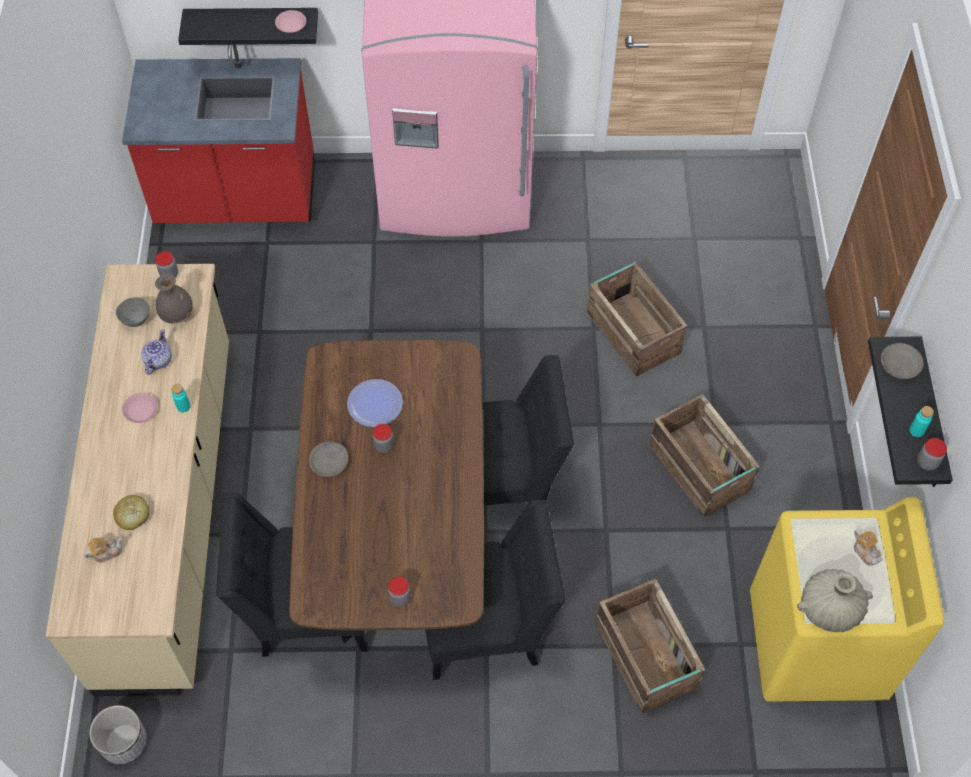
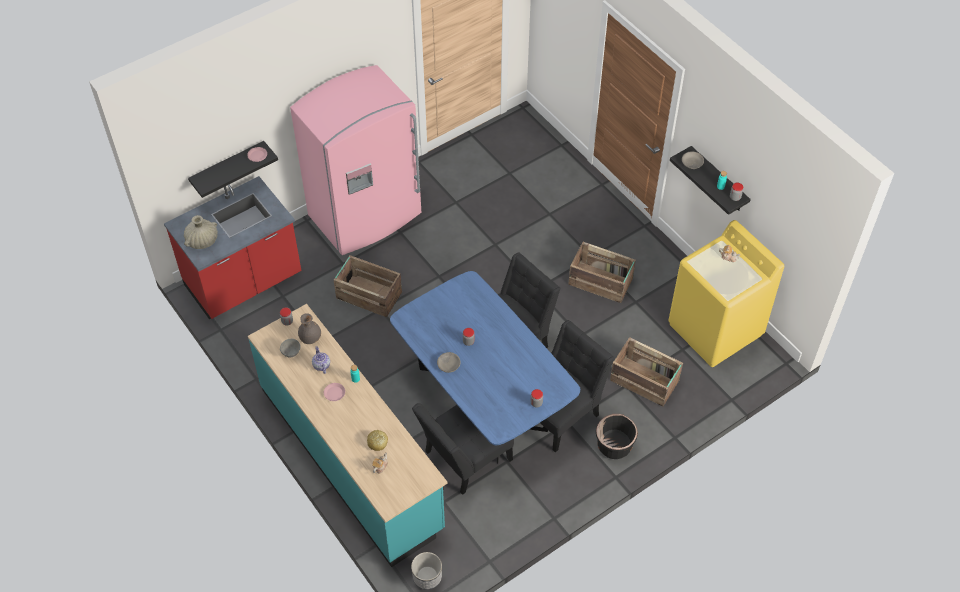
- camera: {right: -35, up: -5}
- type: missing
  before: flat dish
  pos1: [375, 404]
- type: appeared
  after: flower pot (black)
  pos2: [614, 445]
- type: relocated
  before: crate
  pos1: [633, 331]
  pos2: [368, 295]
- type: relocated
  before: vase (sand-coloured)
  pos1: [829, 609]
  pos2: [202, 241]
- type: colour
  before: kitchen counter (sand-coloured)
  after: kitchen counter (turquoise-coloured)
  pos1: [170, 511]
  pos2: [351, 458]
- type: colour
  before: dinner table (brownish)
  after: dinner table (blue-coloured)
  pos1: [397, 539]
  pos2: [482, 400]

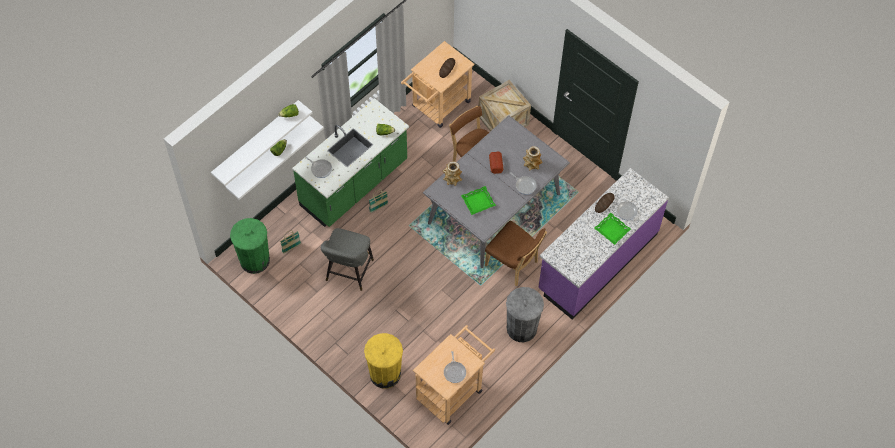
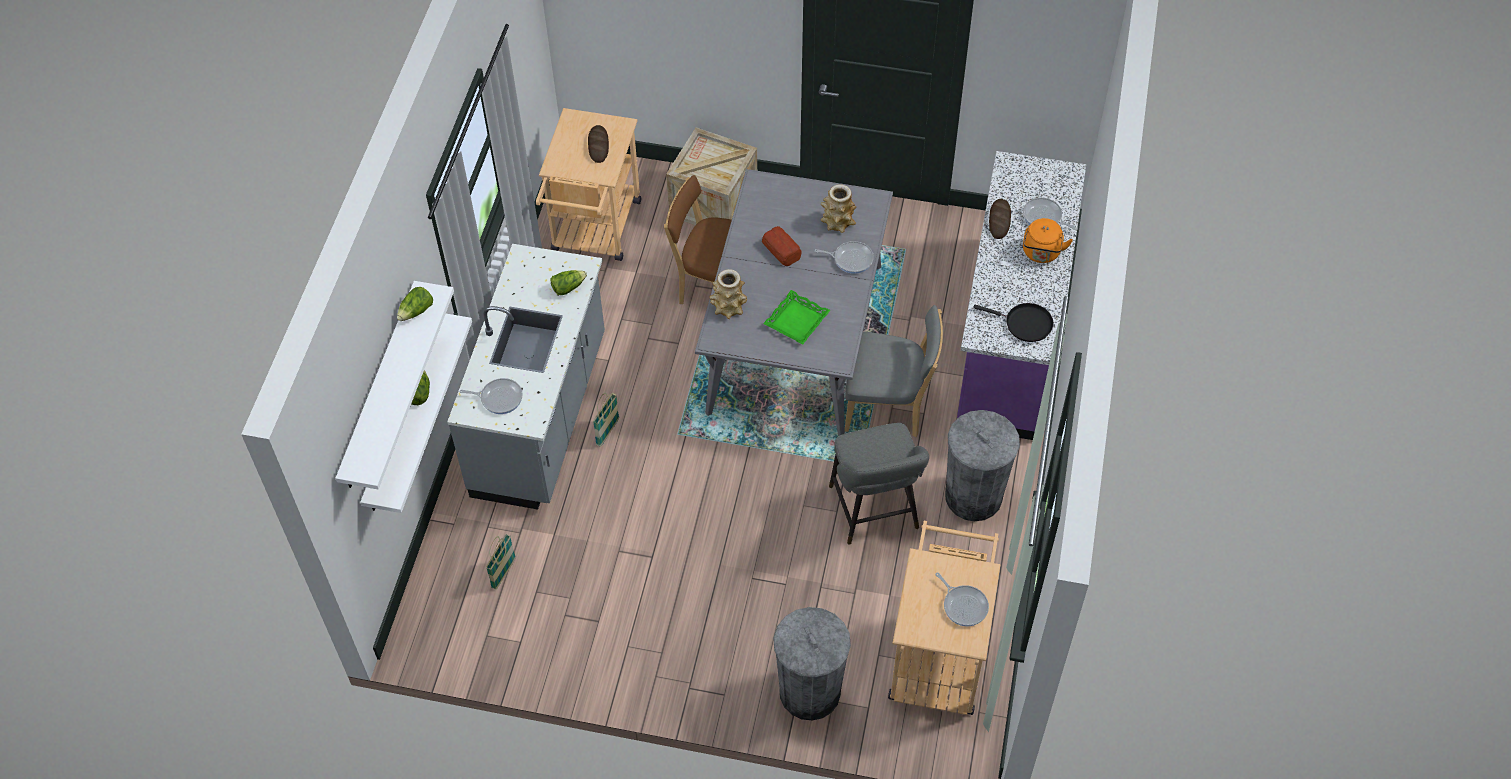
- camera: {right: -30, up: -5}
- type: missing
  before: trash can (green)
  pos1: [254, 260]
- type: appeared
  after: frying pan (black)
  pos2: [1025, 324]
- type: relocated
  before: sitting stool (greyish)
  pos1: [348, 272]
  pos2: [875, 512]
- type: exchanged
  before: serving tray (green)
  after: kettle (orangey)
  pos1: [611, 230]
  pos2: [1041, 253]
- type: colour
  before: kitchen counter (green)
  after: kitchen counter (greyish)
  pos1: [354, 184]
  pos2: [542, 416]
- type: colour
  before: trash can (yellow-coloured)
  after: trash can (greyish)
  pos1: [385, 374]
  pos2: [809, 692]
- type: colour
  before: chair (brownish)
  after: chair (greyish)
  pos1: [513, 265]
  pos2: [888, 407]

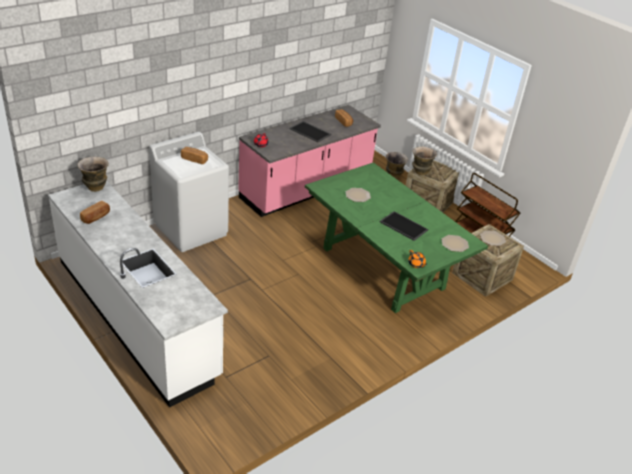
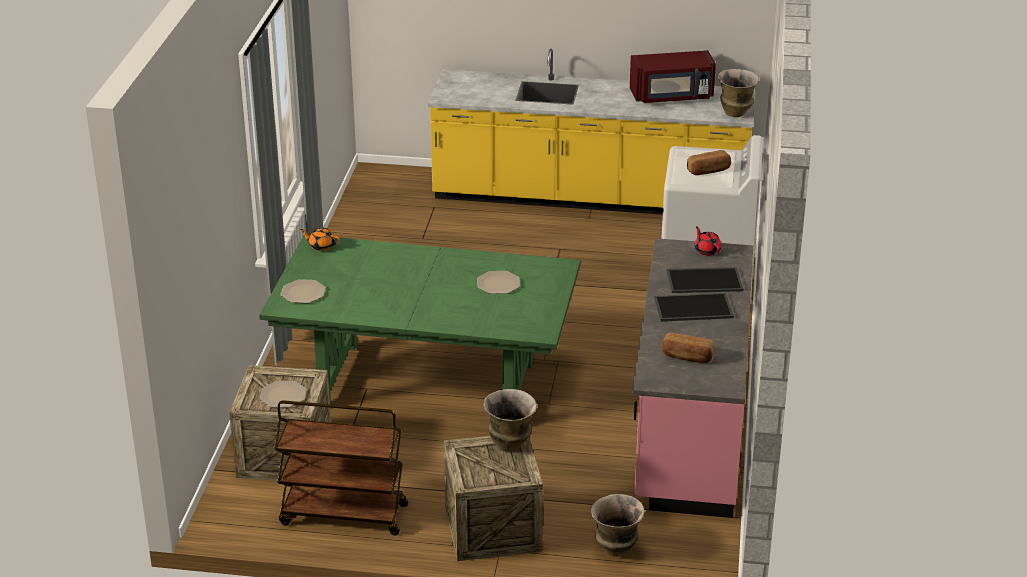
- camera: {right: 140, up: -5}
- type: relocated
  before: serving tray
  pos1: [402, 226]
  pos2: [705, 280]
- type: exchanged
  before: baked bread
  after: microwave (red-coloured)
  pos1: [96, 217]
  pos2: [672, 96]
- type: colour
  before: kitchen counter (whitish)
  after: kitchen counter (yellow-coloured)
  pos1: [136, 316]
  pos2: [590, 198]

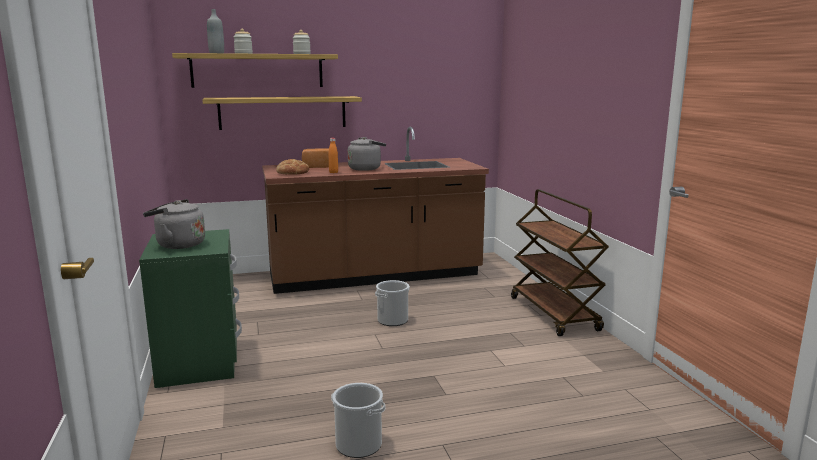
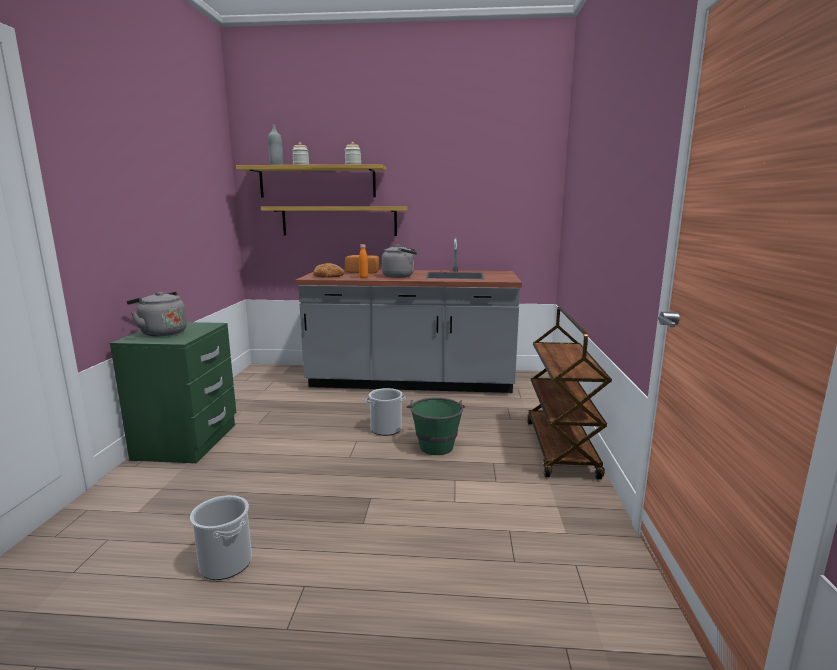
- camera: {right: 20, up: 0}
- type: appeared
  after: bucket (green)
  pos2: [435, 443]
- type: colour
  before: kitchen counter (brownish)
  after: kitchen counter (greyish)
  pos1: [375, 276]
  pos2: [411, 381]

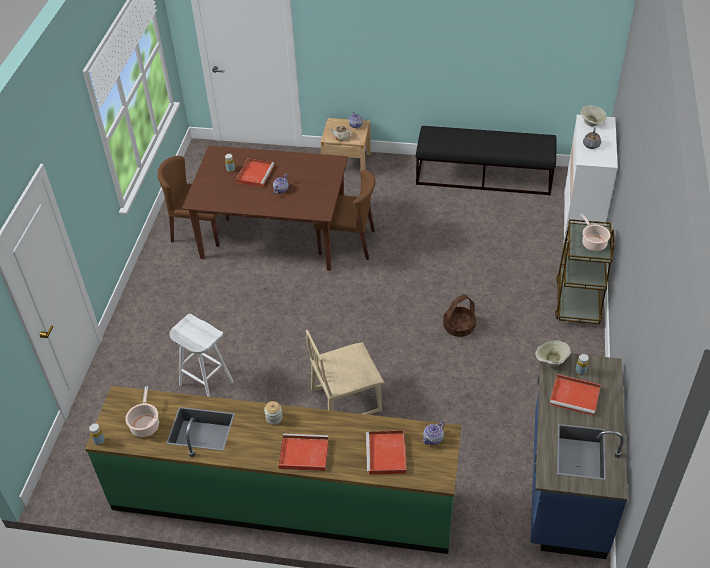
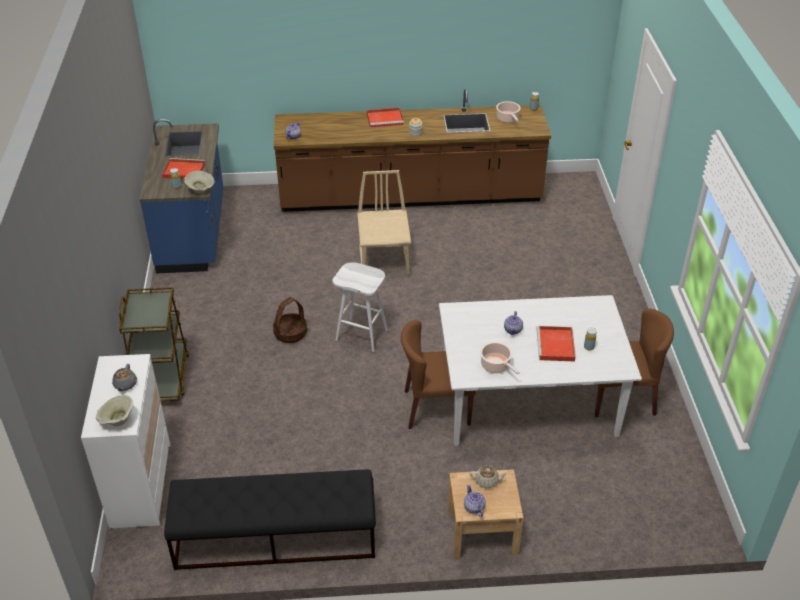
- camera: {right: 165, up: -5}
- type: missing
  before: serving tray (red-coloured)
  pos1: [387, 455]
- type: relocated
  before: sitting stool (whitish)
  pos1: [205, 383]
  pos2: [362, 334]
- type: relocated
  before: saucepot
  pos1: [593, 243]
  pos2: [496, 366]
- type: colour
  before: kitchen counter (green)
  after: kitchen counter (brownish)
  pos1: [283, 499]
  pos2: [410, 197]
- type: colour
  before: dinner table (brownish)
  after: dinner table (whitish)
  pos1: [273, 236]
  pos2: [528, 402]
- type: spun
  before: chair (sand-coloured)
  pos1: [346, 400]
  pos2: [384, 260]
  turn: -60

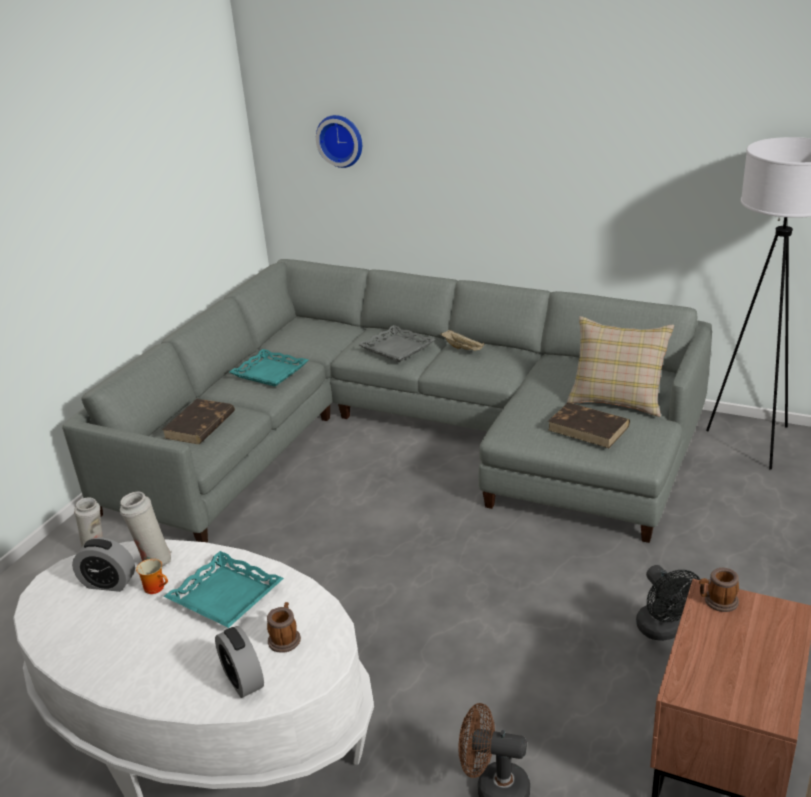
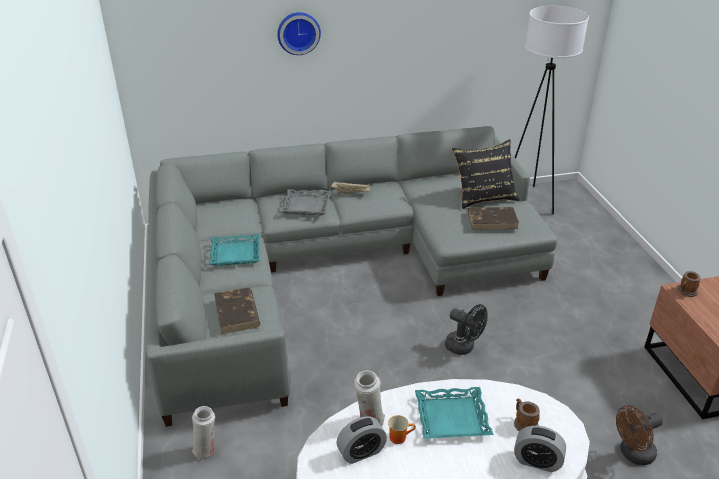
- camera: {right: -40, up: 5}
- type: relocated
  before: hanging clock
  pos1: [341, 140]
  pos2: [298, 32]
- type: relocated
  before: cooling fan (black)
  pos1: [663, 631]
  pos2: [464, 347]
- type: colour
  before: cushion (sand-coloured)
  after: cushion (black)
  pos1: [617, 398]
  pos2: [484, 196]

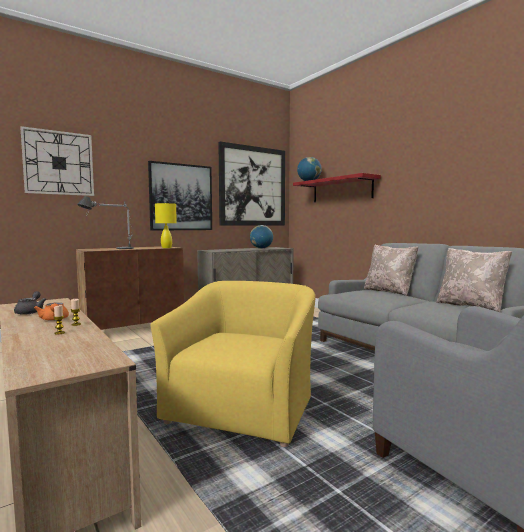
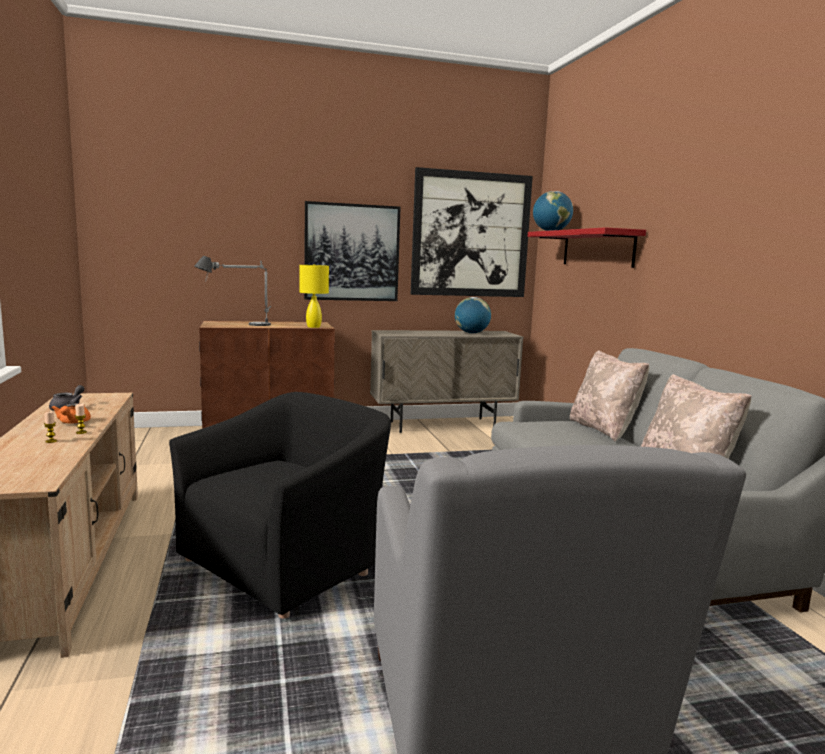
- camera: {right: 20, up: 5}
- type: missing
  before: hanging clock
  pos1: [59, 163]
- type: colour
  before: lounge chair (yellow-coloured)
  after: lounge chair (black)
  pos1: [242, 409]
  pos2: [286, 562]

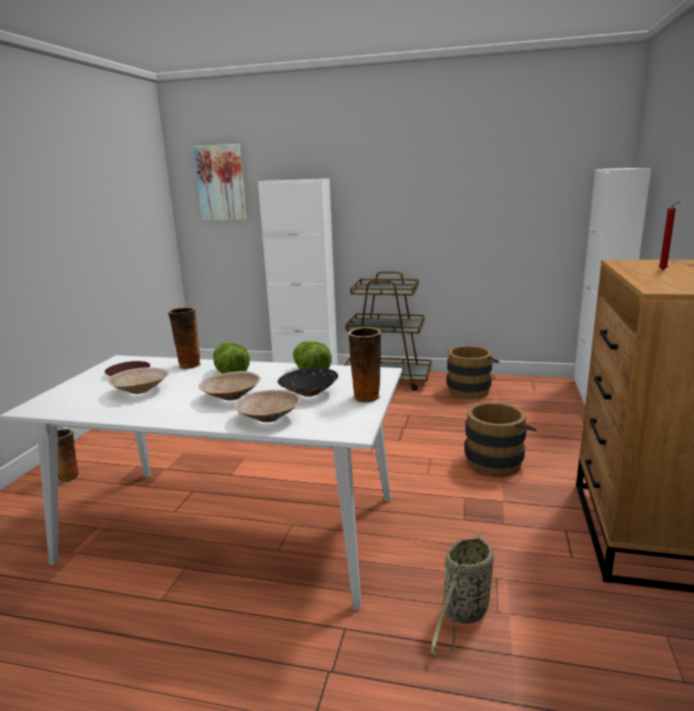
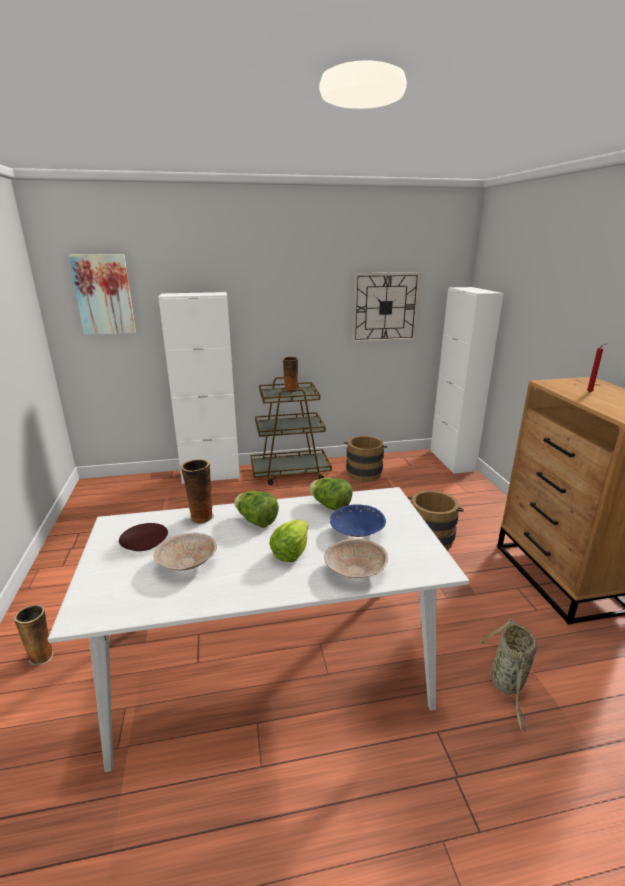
- camera: {right: -25, up: 5}
- type: appeared
  after: hanging clock
  pos2: [385, 307]
- type: relocated
  before: vase
  pos1: [366, 398]
  pos2: [291, 391]
- type: exchanged
  before: deep dish (sand-coloured)
  after: lettuce head
  pos1: [230, 397]
  pos2: [291, 552]
- type: colour
  before: deep dish (black)
  after: deep dish (blue-coloured)
  pos1: [308, 393]
  pos2: [356, 532]

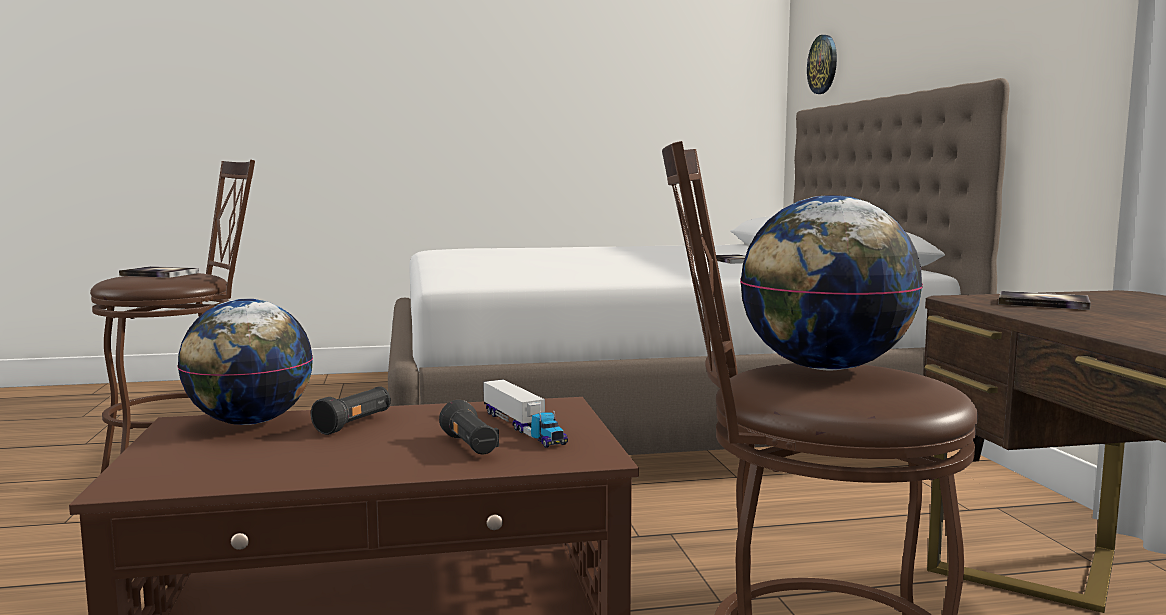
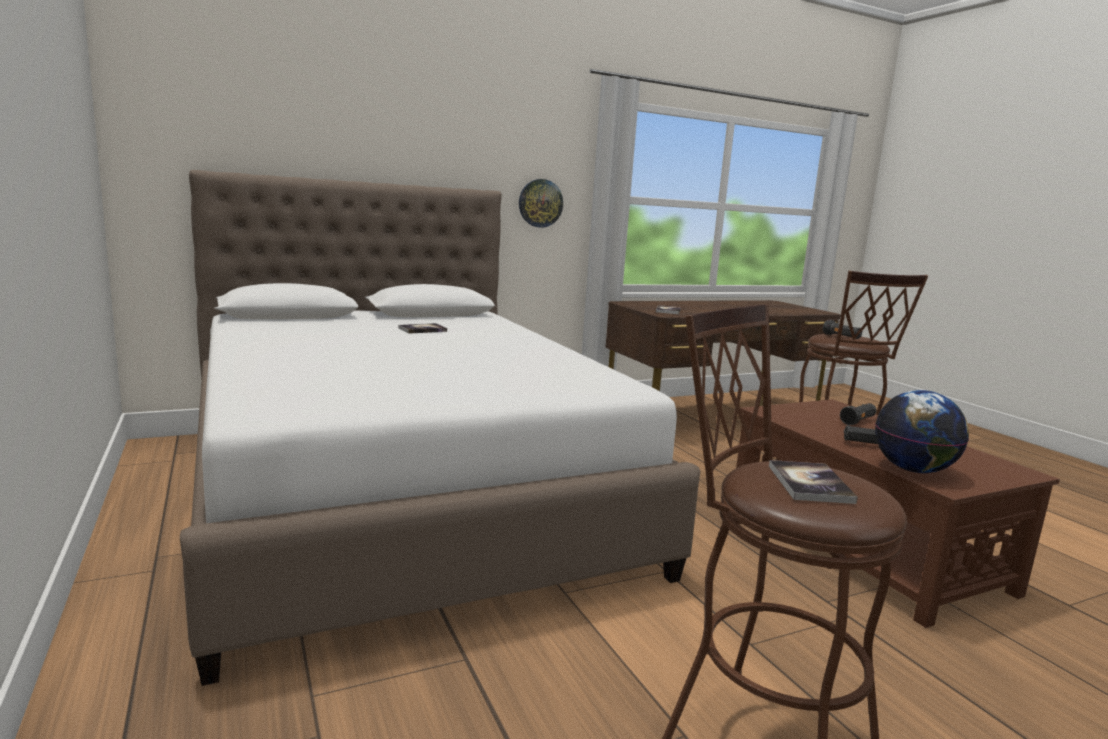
- camera: {right: -105, up: 5}
- type: missing
  before: toy truck
  pos1: [523, 428]
- type: relocated
  before: hanging clock
  pos1: [823, 64]
  pos2: [540, 203]
- type: exchanged
  before: desk globe
  after: torch (black)
  pos1: [824, 368]
  pos2: [841, 337]

